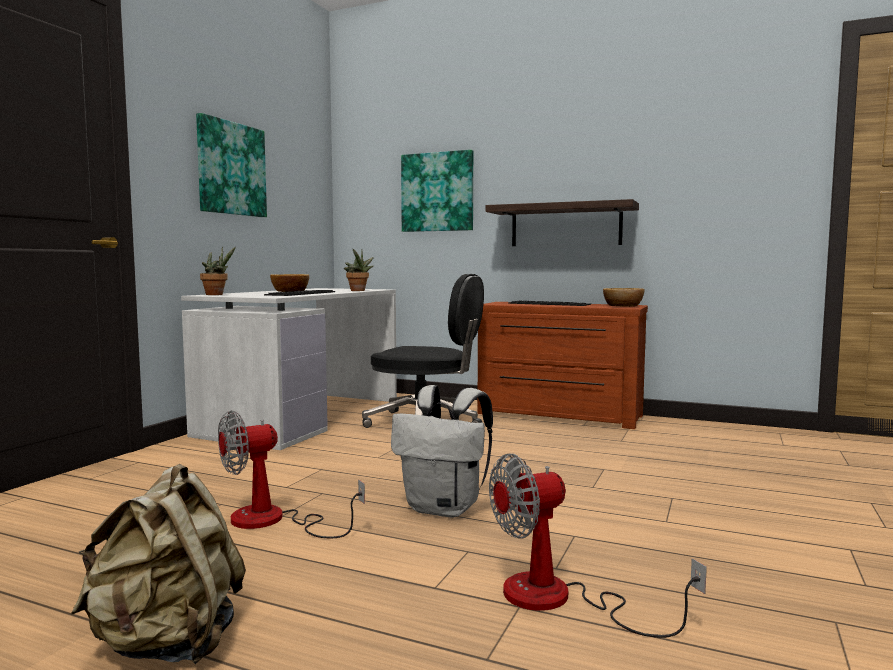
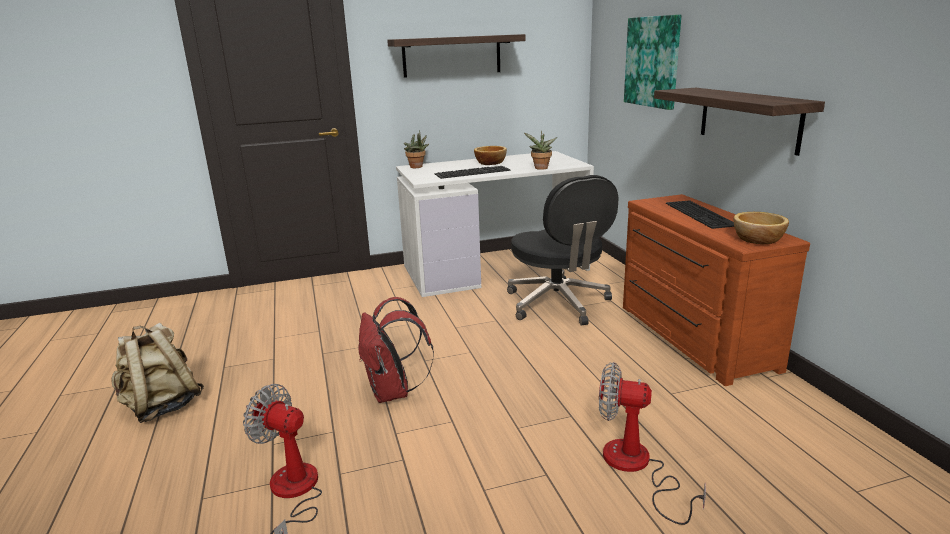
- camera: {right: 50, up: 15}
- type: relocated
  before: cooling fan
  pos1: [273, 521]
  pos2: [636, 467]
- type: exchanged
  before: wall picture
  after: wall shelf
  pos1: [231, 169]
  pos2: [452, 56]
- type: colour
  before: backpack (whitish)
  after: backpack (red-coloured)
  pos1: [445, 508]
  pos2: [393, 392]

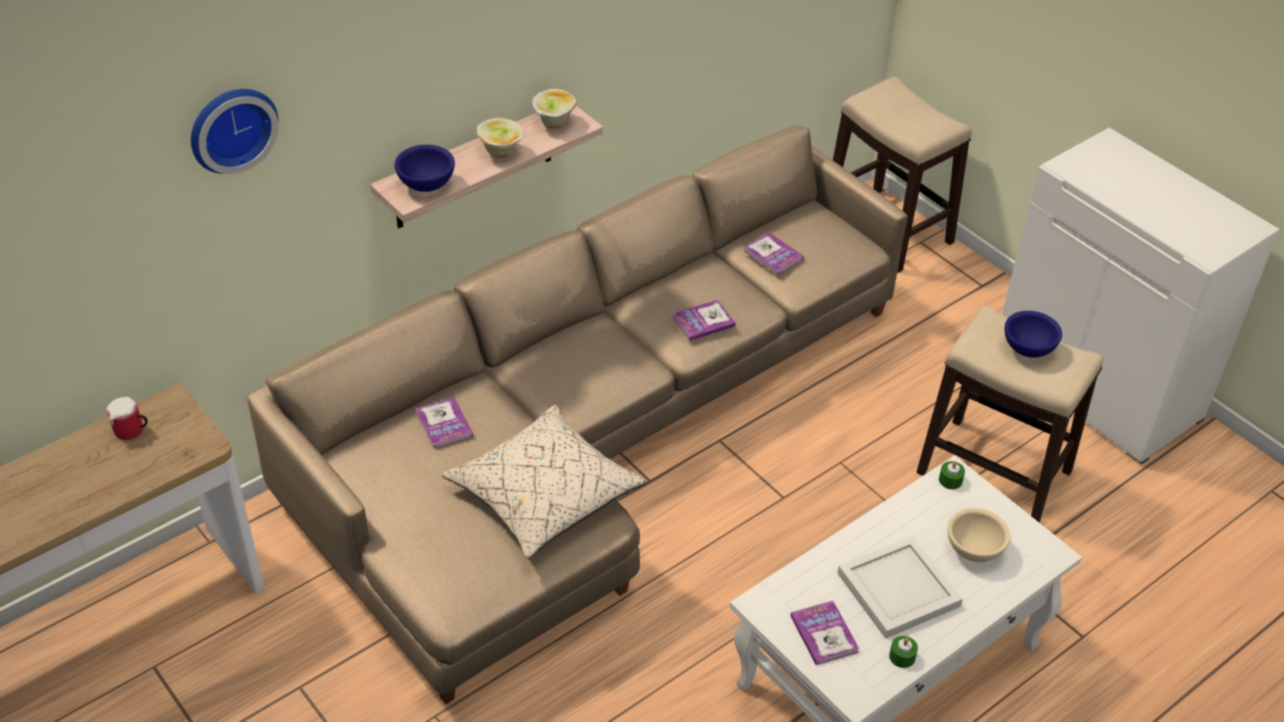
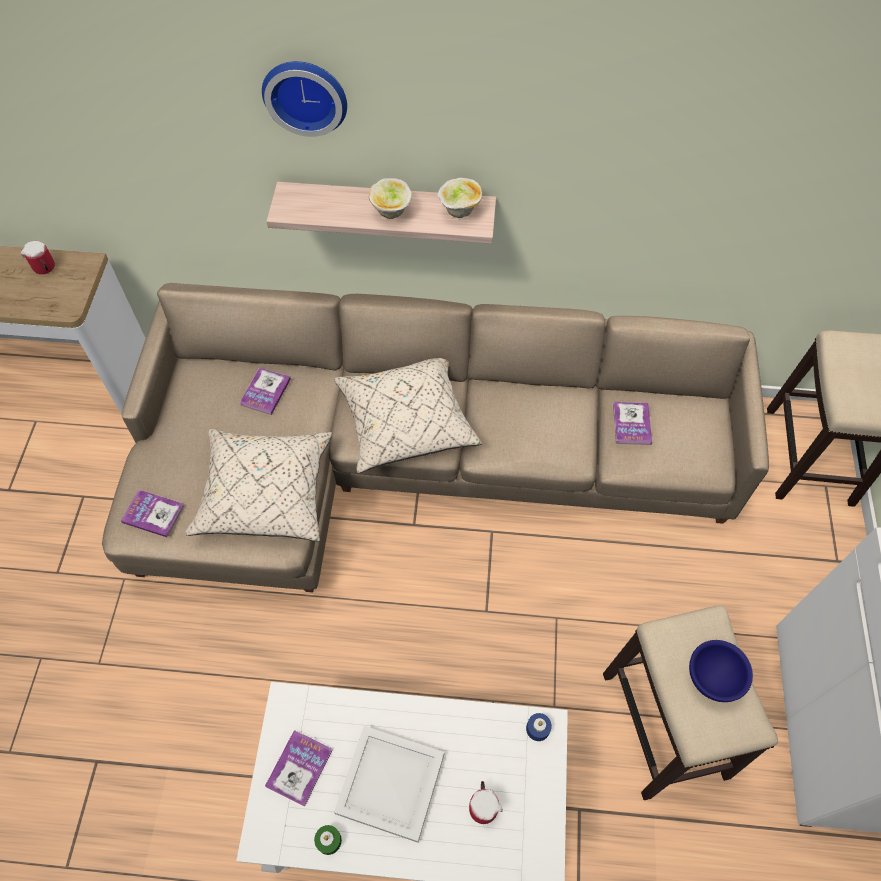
- camera: {right: 45, up: 15}
- type: missing
  before: deep dish (blue-coloured)
  pos1: [427, 185]
- type: appeared
  after: cushion (sand-coloured)
  pos2: [406, 421]
- type: relocated
  before: hanging clock
  pos1: [231, 127]
  pos2: [306, 94]
- type: relocated
  before: volume
  pos1: [703, 321]
  pos2: [153, 514]
- type: exchanged
  before: deep dish (sand-coloured)
  after: tea mug
  pos1: [973, 550]
  pos2: [484, 804]
- type: colour
  before: wax light (green)
  after: wax light (blue-coloured)
  pos1: [950, 480]
  pos2: [538, 729]

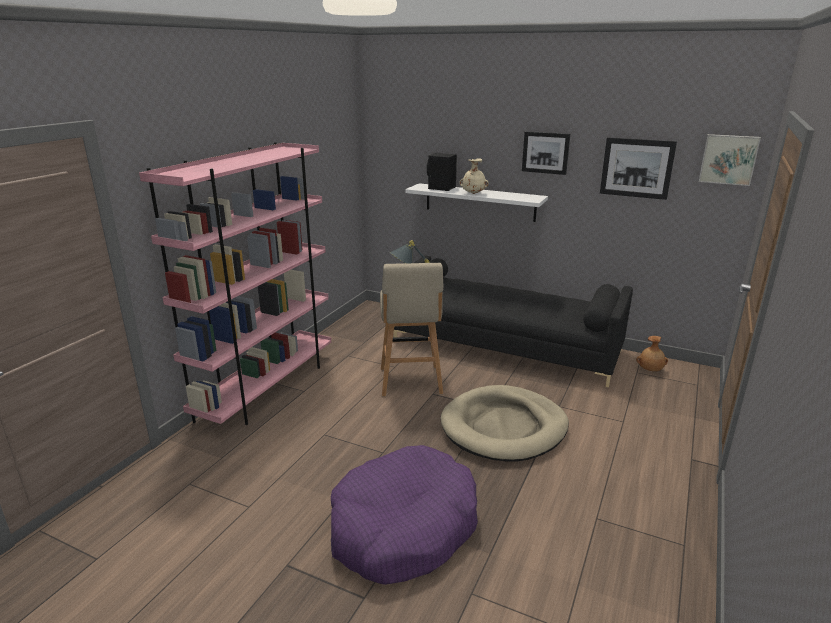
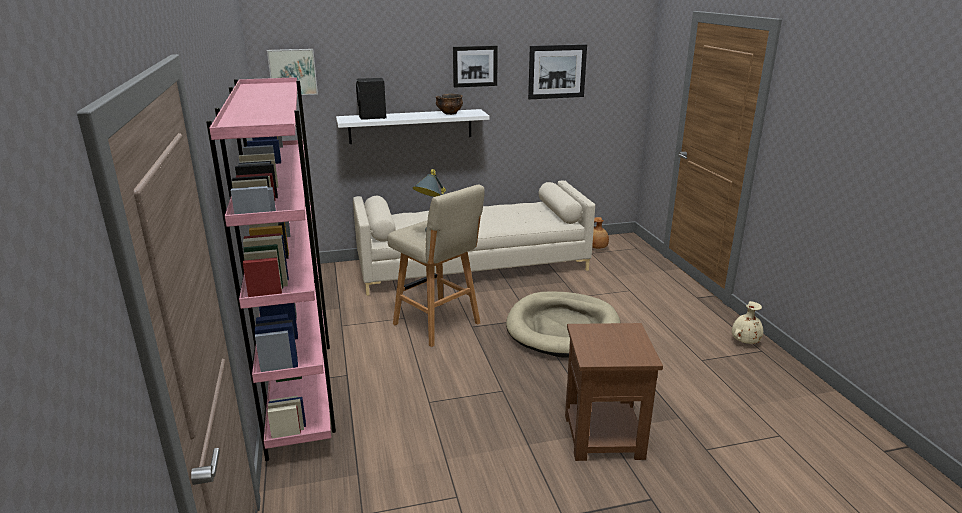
- camera: {right: -40, up: 0}
- type: appeared
  after: deep dish
  pos2: [449, 113]
- type: relocated
  before: vase (sand-coloured)
  pos1: [473, 193]
  pos2: [744, 342]
- type: relocated
  before: wall picture
  pos1: [728, 159]
  pos2: [292, 72]
- type: exchanged
  before: dog bed (purplish)
  after: side table (brownish)
  pos1: [403, 528]
  pos2: [603, 435]
- type: colour
  before: couch (black)
  after: couch (sand-coloured)
  pos1: [506, 345]
  pos2: [473, 265]

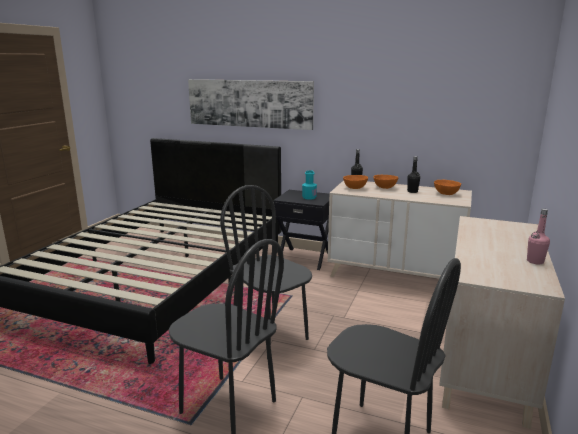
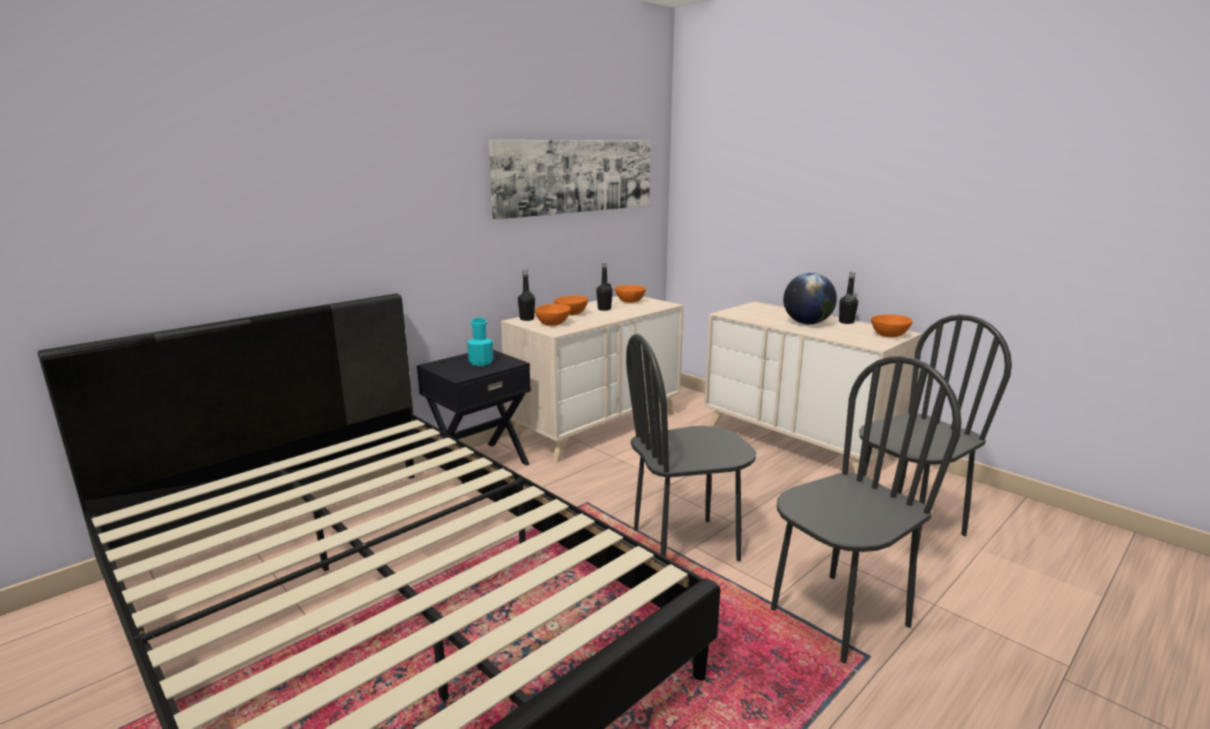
- camera: {right: -65, up: 0}
- type: appeared
  after: desk globe
  pos2: [807, 323]
- type: appeared
  after: deep dish (orangey)
  pos2: [890, 336]
- type: relocated
  before: wall picture
  pos1: [249, 103]
  pos2: [576, 176]
- type: colour
  before: drink bottle (pink)
  after: drink bottle (black)
  pos1: [535, 261]
  pos2: [846, 322]

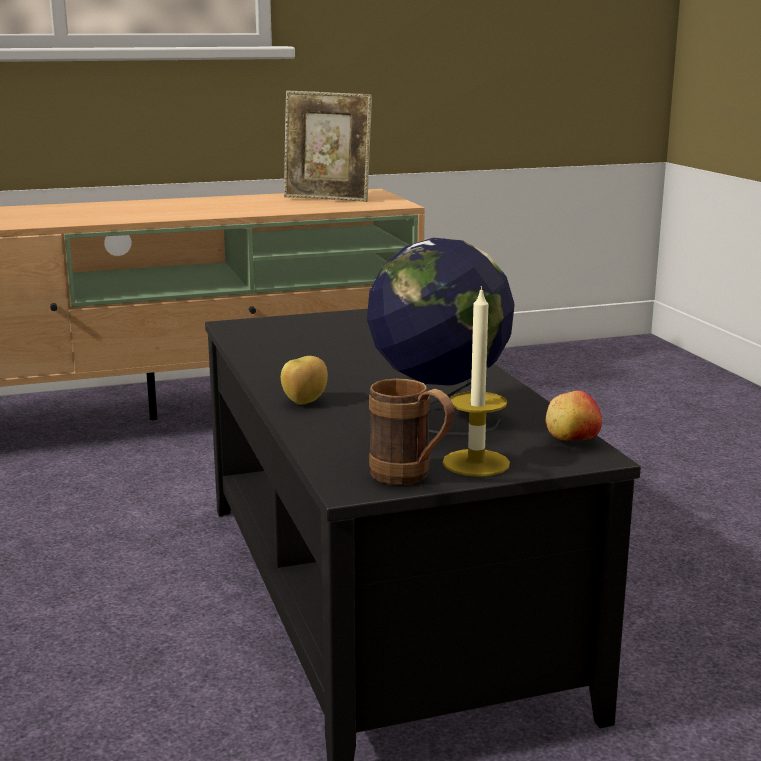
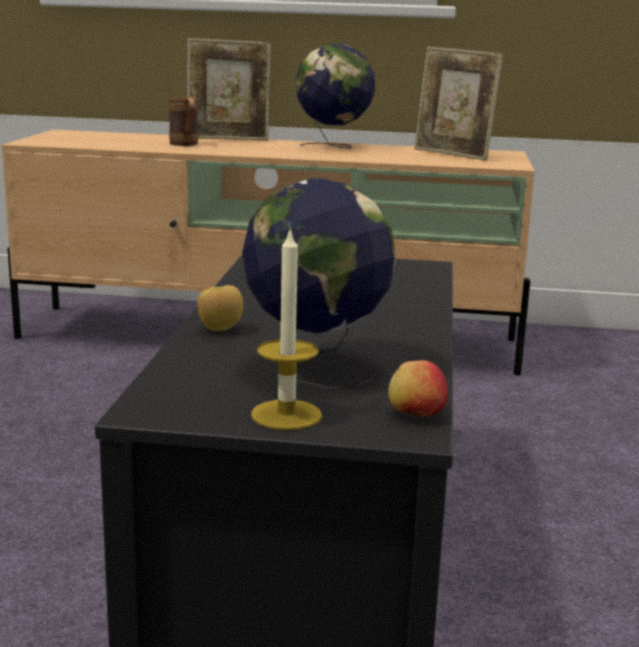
- camera: {right: 25, up: 0}
- type: appeared
  after: picture frame
  pos2: [228, 139]
- type: appeared
  after: desk globe
  pos2: [333, 147]
- type: relocated
  before: tea mug (brownish)
  pos1: [411, 477]
  pos2: [185, 145]

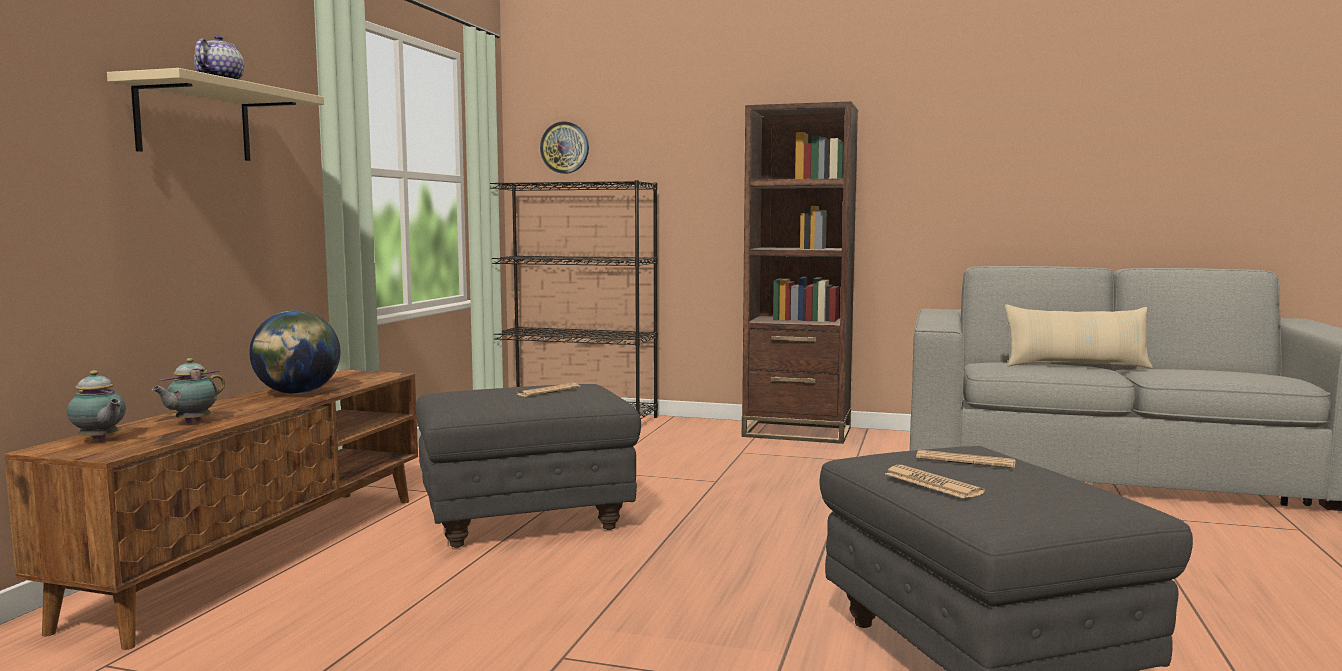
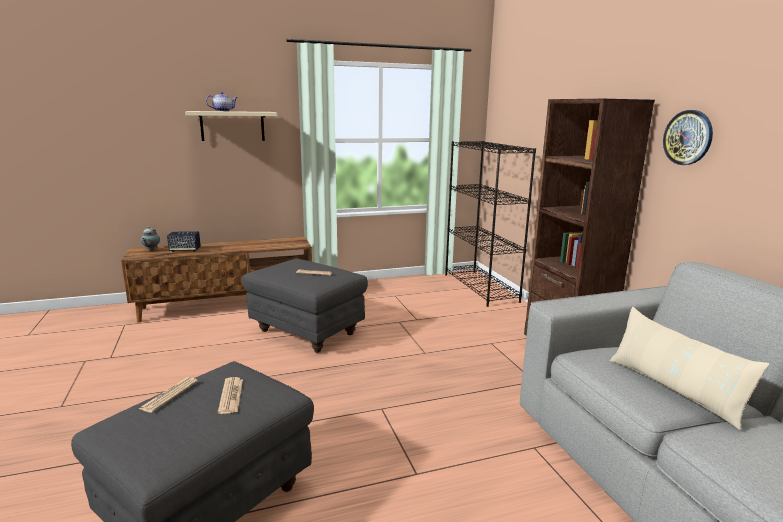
- camera: {right: 55, up: 10}
- type: missing
  before: desk globe
  pos1: [297, 393]
- type: relocated
  before: hanging clock
  pos1: [565, 147]
  pos2: [688, 137]
- type: exchanged
  before: tea pot
  after: speaker
  pos1: [191, 422]
  pos2: [185, 250]

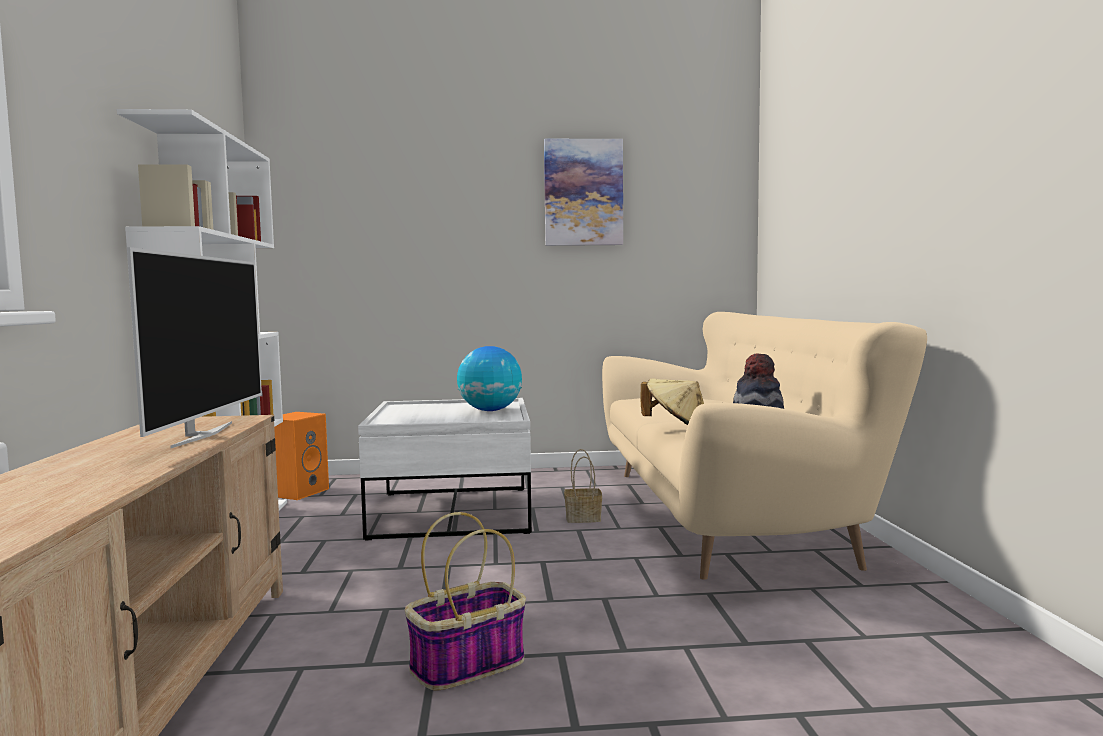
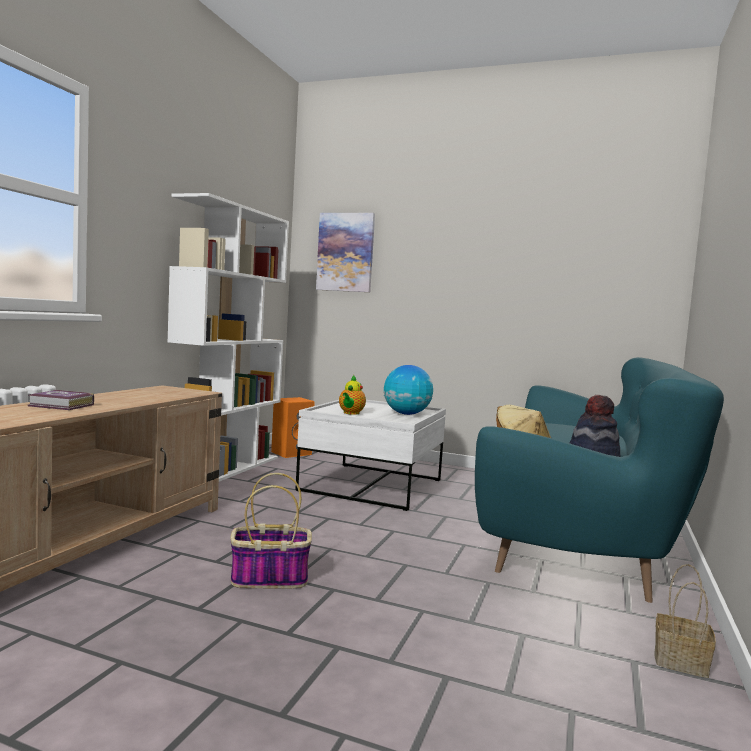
- camera: {right: 25, up: 0}
- type: missing
  before: TV
  pos1: [201, 434]
- type: appeared
  after: volume
  pos2: [62, 405]
- type: appeared
  after: tea pot
  pos2: [351, 413]
- type: relocated
  before: wall picture
  pos1: [583, 193]
  pos2: [345, 252]
- type: relocated
  before: storage basket
  pos1: [582, 518]
  pos2: [679, 662]
- type: colour
  before: couch (sand-coloured)
  after: couch (turquoise-coloured)
  pos1: [728, 513]
  pos2: [584, 531]

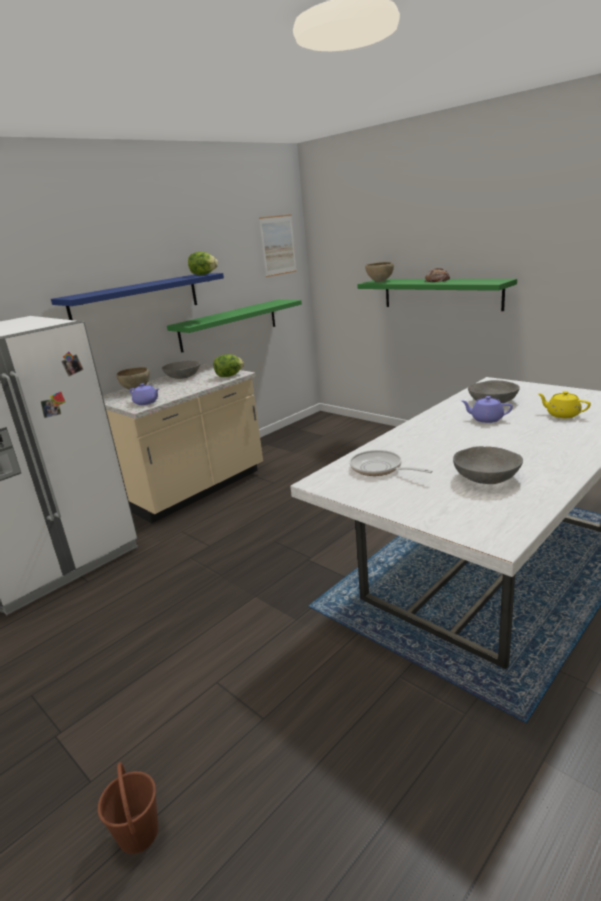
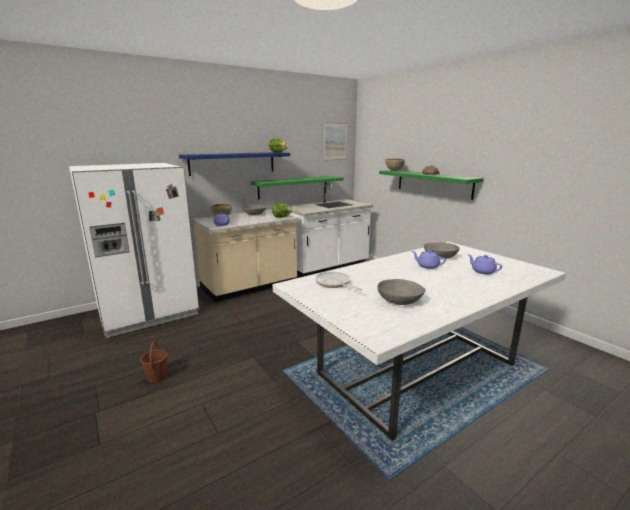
- camera: {right: 10, up: -5}
- type: appeared
  after: kitchen counter (whitish)
  pos2: [327, 267]
- type: relocated
  before: bucket (brownish)
  pos1: [138, 832]
  pos2: [157, 377]
- type: colour
  before: tea pot (yellow-coloured)
  after: tea pot (purplish)
  pos1: [562, 414]
  pos2: [482, 271]

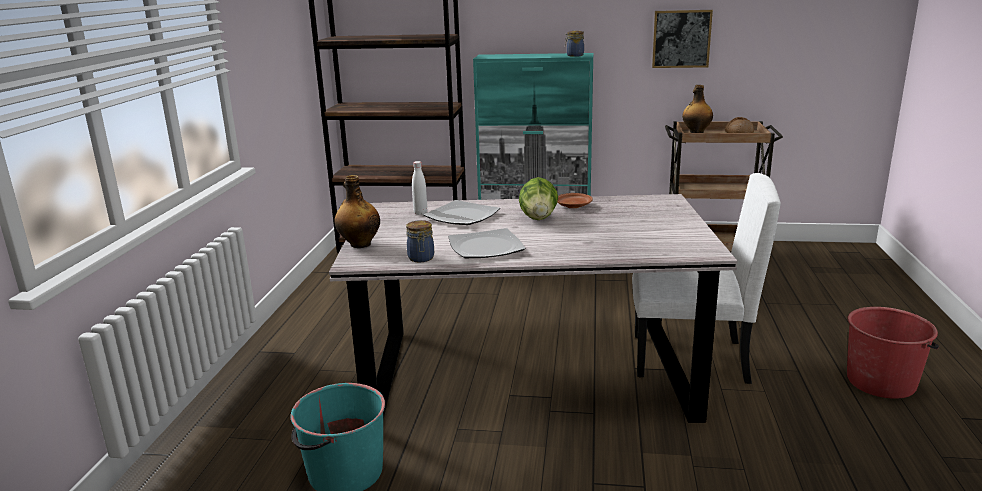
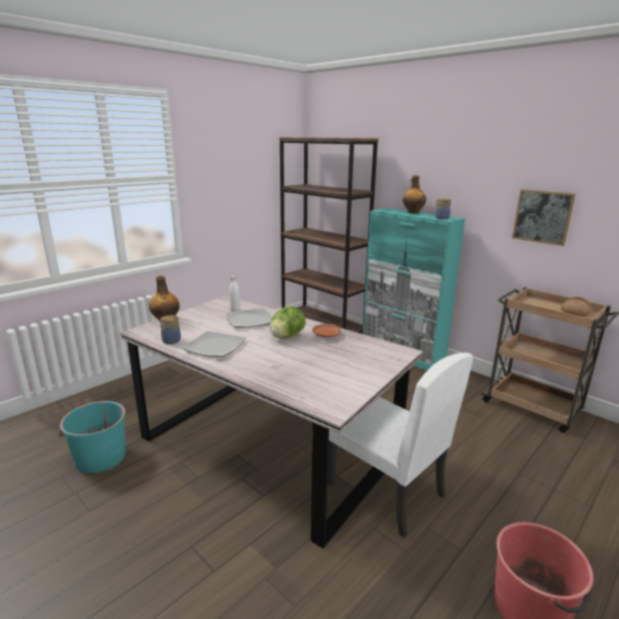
- camera: {right: 35, up: 0}
- type: relocated
  before: drink bottle
  pos1: [696, 132]
  pos2: [413, 212]

